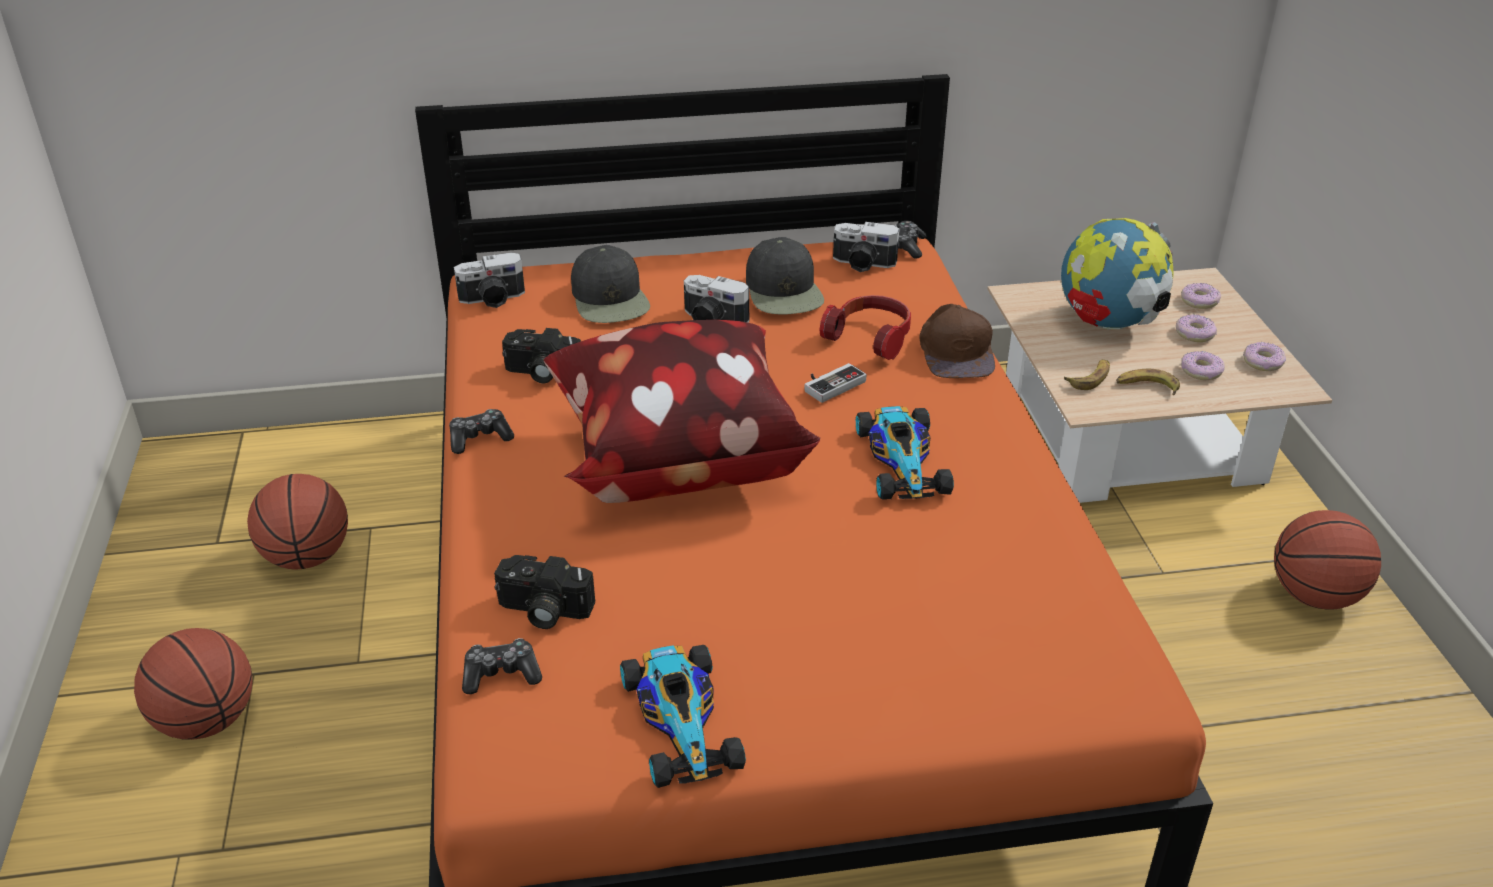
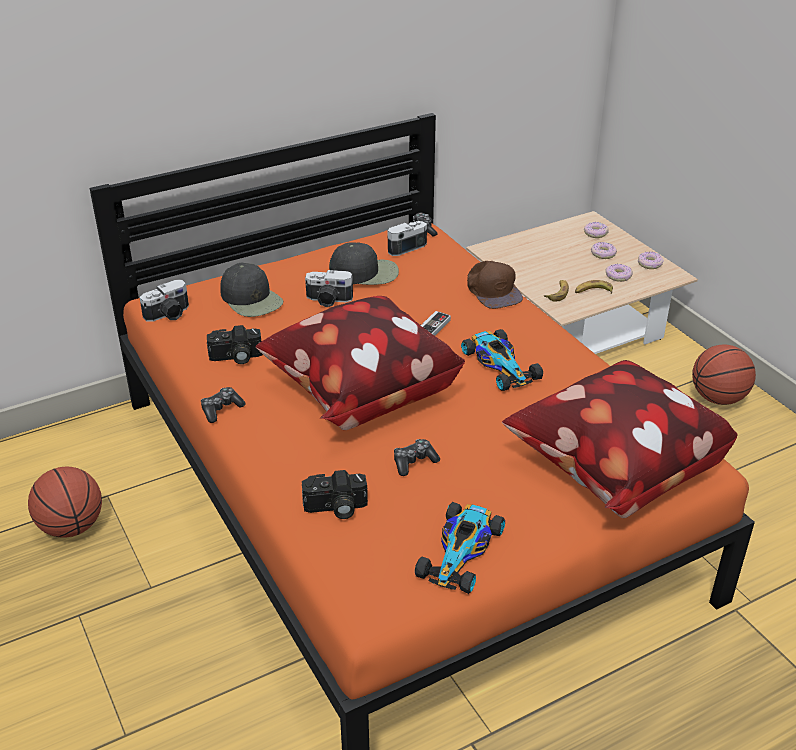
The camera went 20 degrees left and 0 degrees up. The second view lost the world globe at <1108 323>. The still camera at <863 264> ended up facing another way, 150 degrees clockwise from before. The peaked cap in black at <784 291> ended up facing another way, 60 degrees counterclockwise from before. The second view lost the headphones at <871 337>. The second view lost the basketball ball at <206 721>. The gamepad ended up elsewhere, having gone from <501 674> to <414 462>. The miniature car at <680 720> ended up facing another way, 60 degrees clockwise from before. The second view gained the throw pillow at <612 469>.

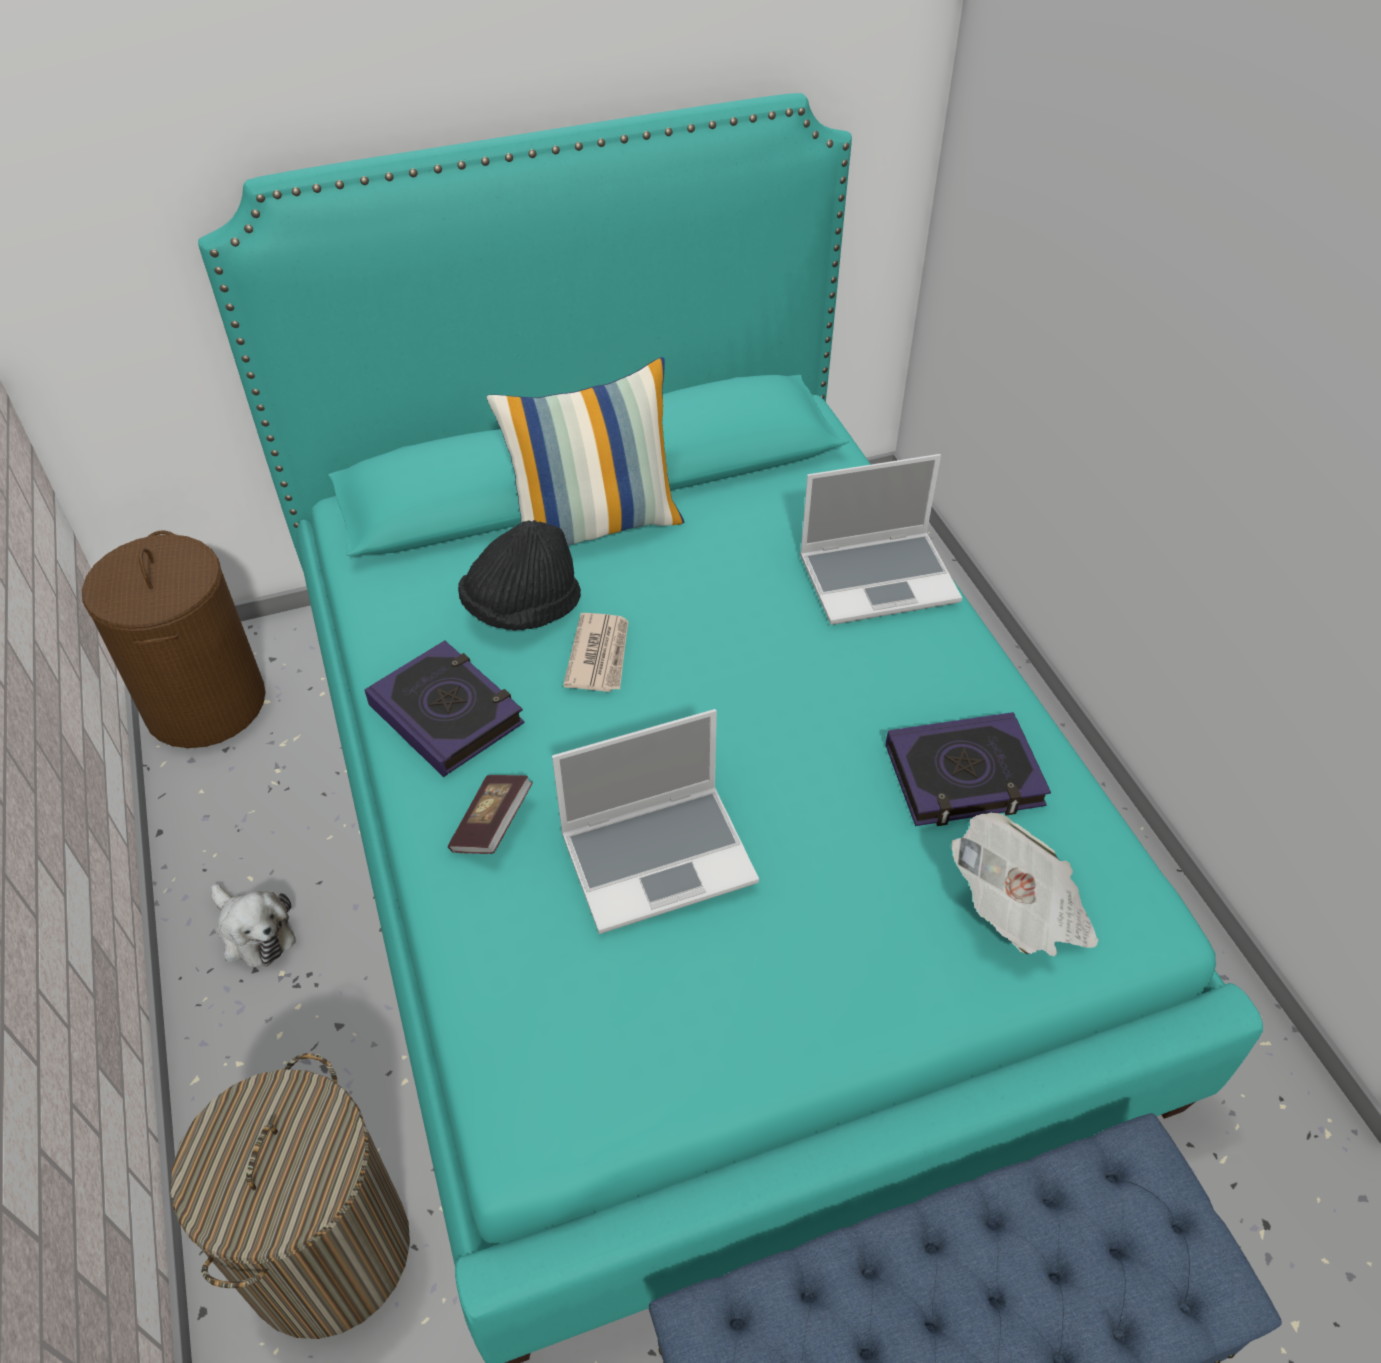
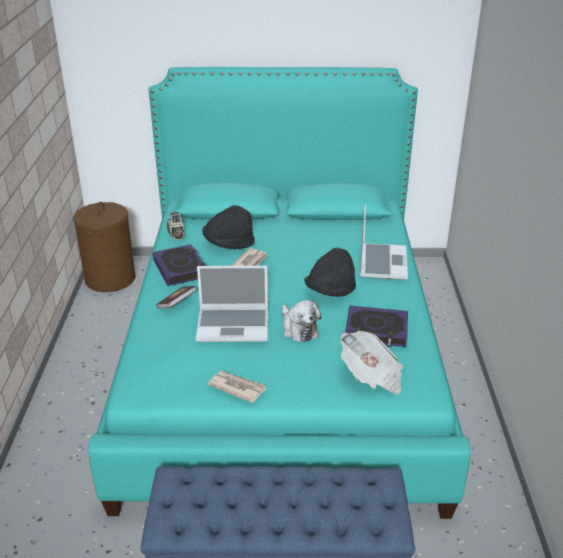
The camera went 20 degrees right and 15 degrees down. The second view lost the throw pillow at <595 525>. The portable computer at <879 578> ended up facing another way, 90 degrees counterclockwise from before. The plush toy ended up elsewhere, having gone from <253 932> to <298 329>. The second view lost the washing basket at <328 1250>. The second view gained the still camera at <176 235>. The second view gained the hat in black at <330 291>. The second view gained the printed paper at <237 387>.

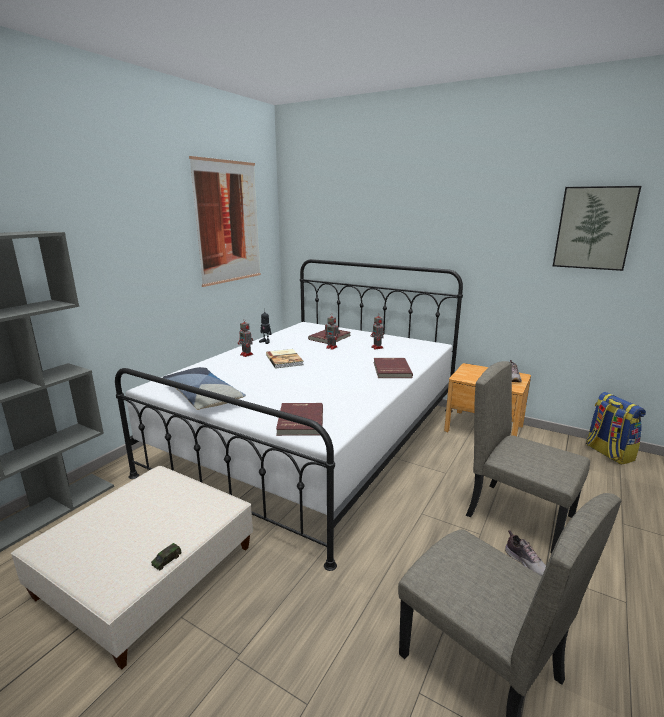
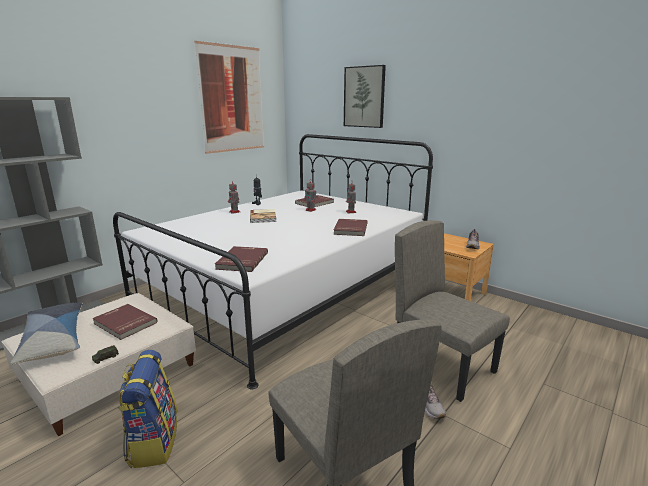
The camera went 10 degrees right and 0 degrees up. The picture ended up elsewhere, having gone from <594 228> to <364 97>. The throw pillow ended up elsewhere, having gone from <203 396> to <54 339>. The backpack ended up elsewhere, having gone from <608 453> to <153 442>. The second view gained the book in red at <124 323>.

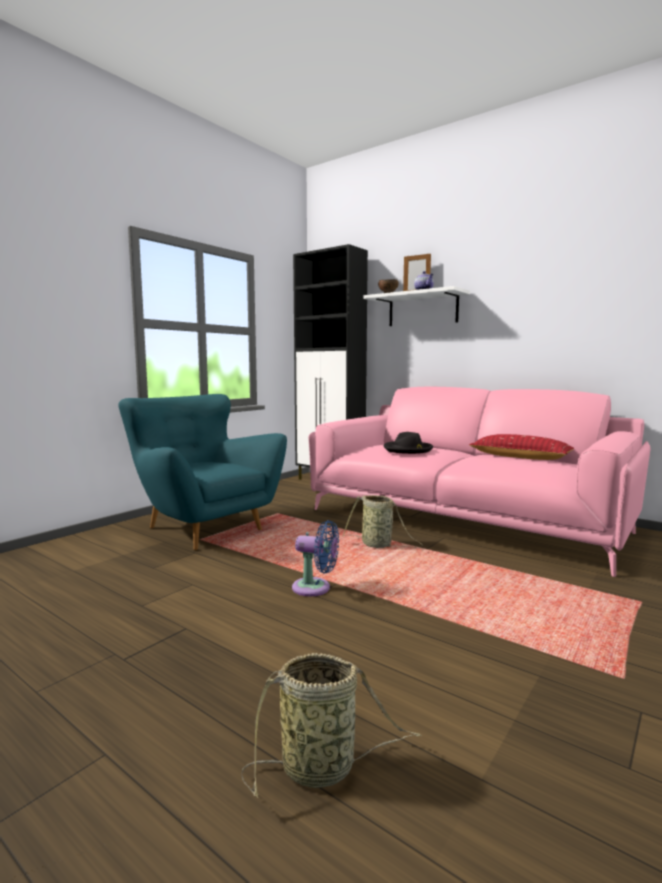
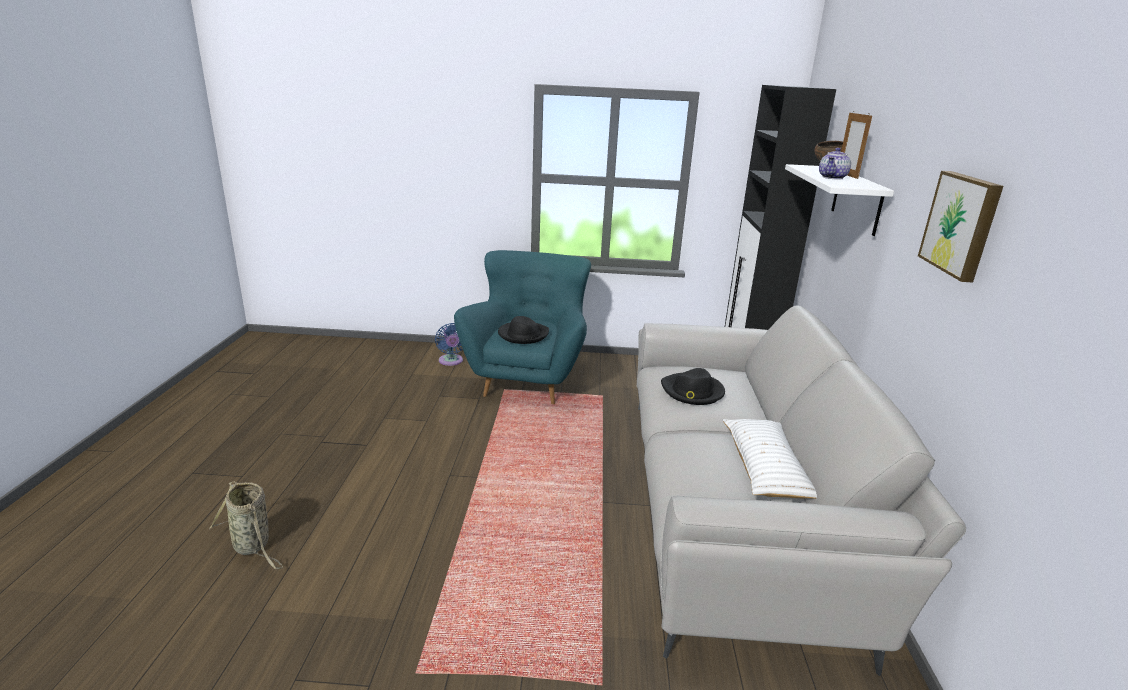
The camera went 55 degrees right and 15 degrees up. What was the sofa in pink at <465 519> turned into the sofa in grey at <734 506>. What was the throw pillow in red at <520 457> turned into the throw pillow in white-coloured at <765 468>. The second view lost the basket at <378 545>. The fan in blue ended up elsewhere, having gone from <315 588> to <451 361>. The second view gained the picture at <962 224>. The second view gained the hat in black at <523 335>.

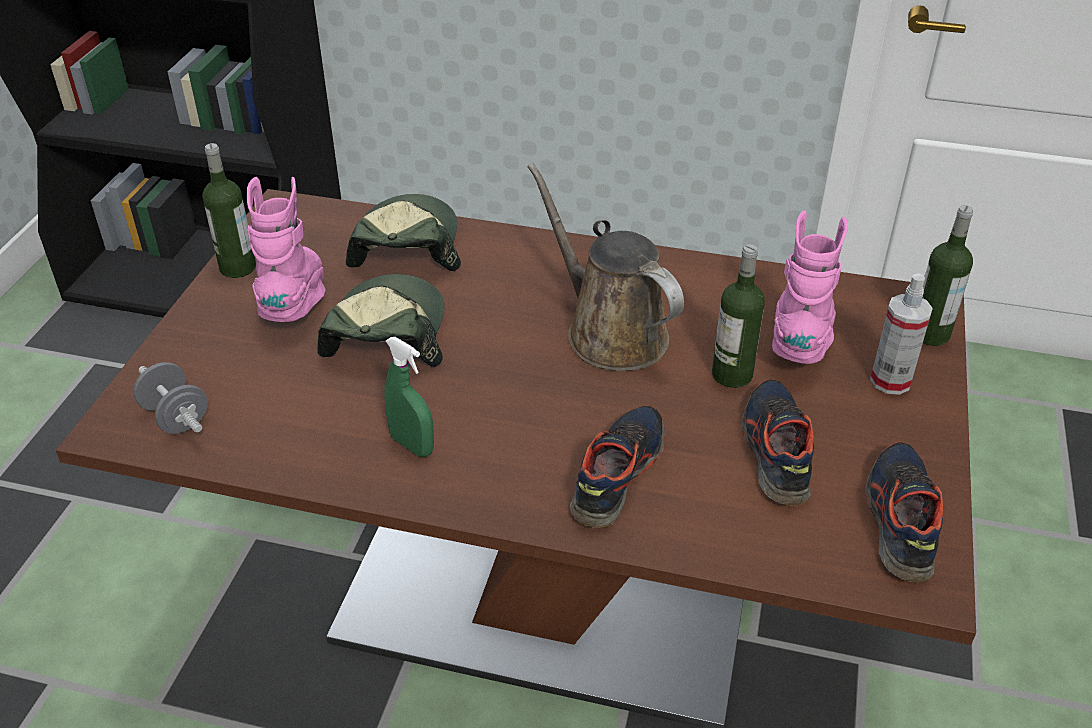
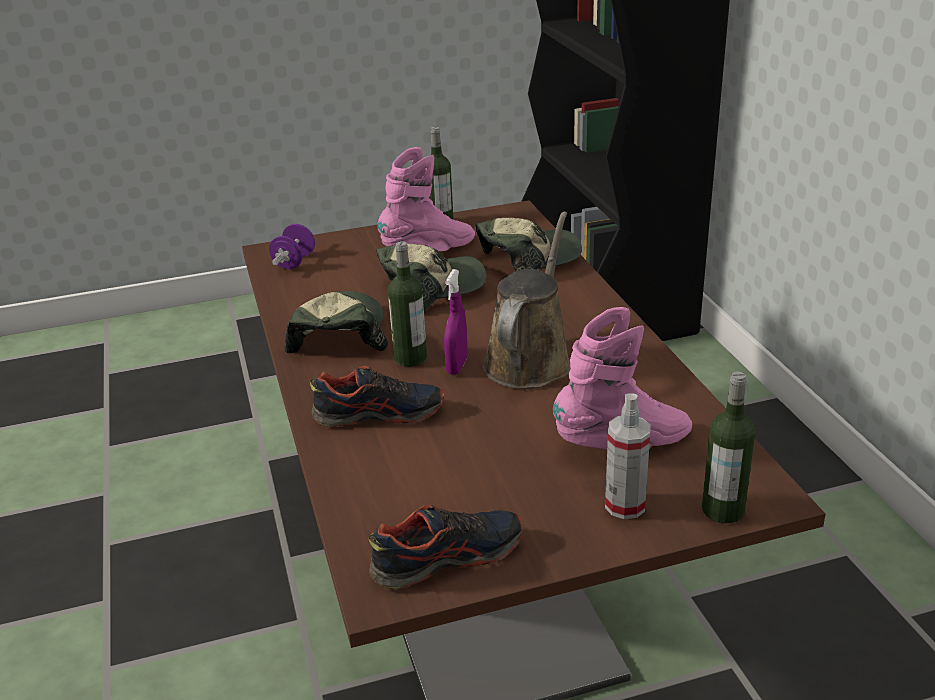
The camera went 60 degrees right and 10 degrees down. The beverage bottle ended up elsewhere, having gone from <732 375> to <410 358>. Where the sprayer in green stood at <412 445>, the peaked cap came to stand at <337 334>. What was the hand weight in grey at <176 417> turned into the hand weight in purple-coloured at <294 262>. The second view lost the low shoe at <775 451>. The second view gained the sprayer in purple-coloured at <457 366>.

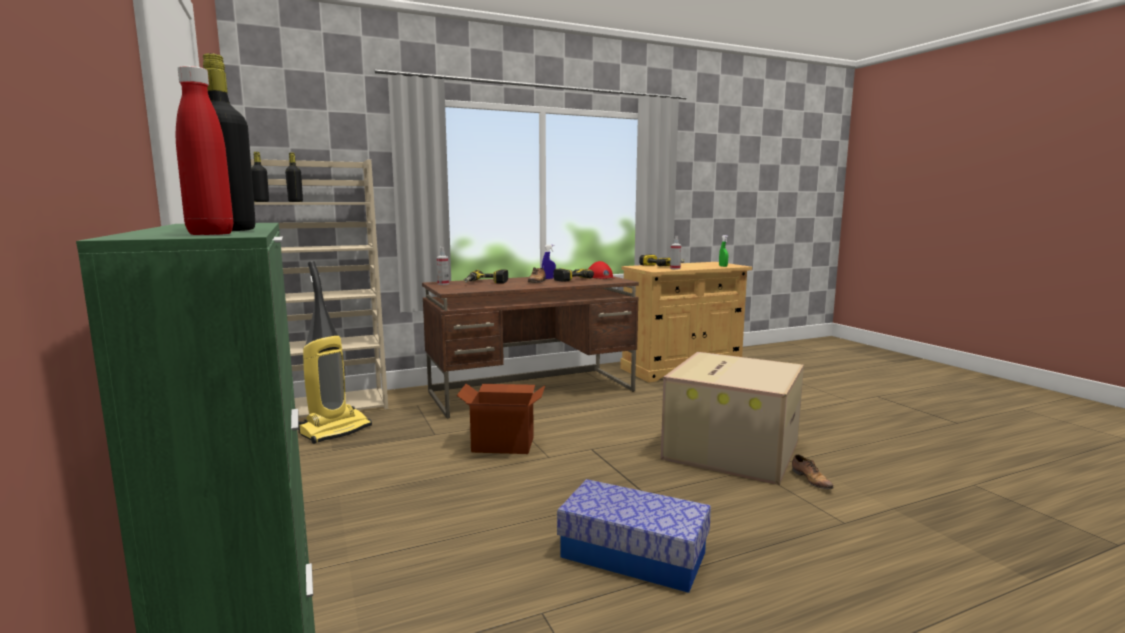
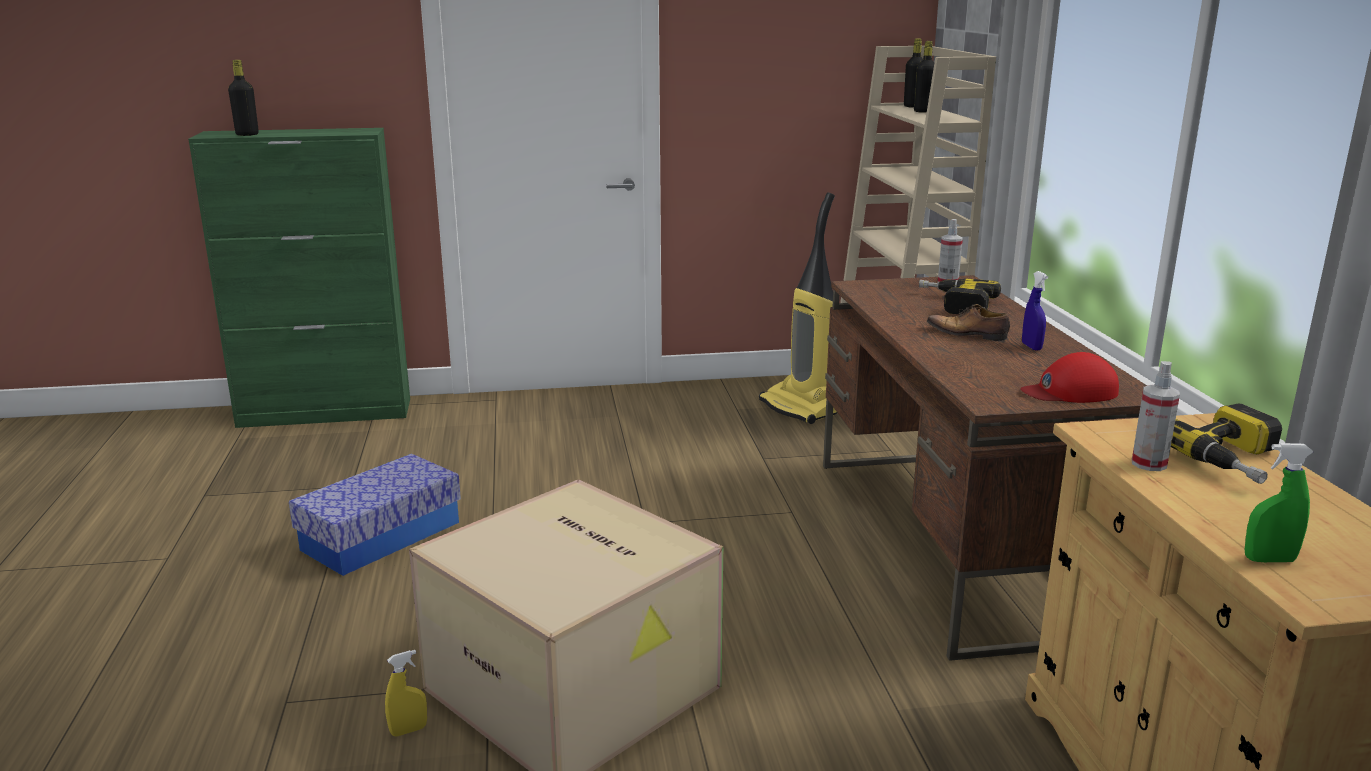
The camera went 105 degrees right and 10 degrees up. The second view lost the beverage bottle in red at <210 234>. The second view lost the power drill at <569 279>. The second view lost the packing box at <503 444>. Where the low shoe stood at <811 480>, the sprayer in yellow came to stand at <408 730>.

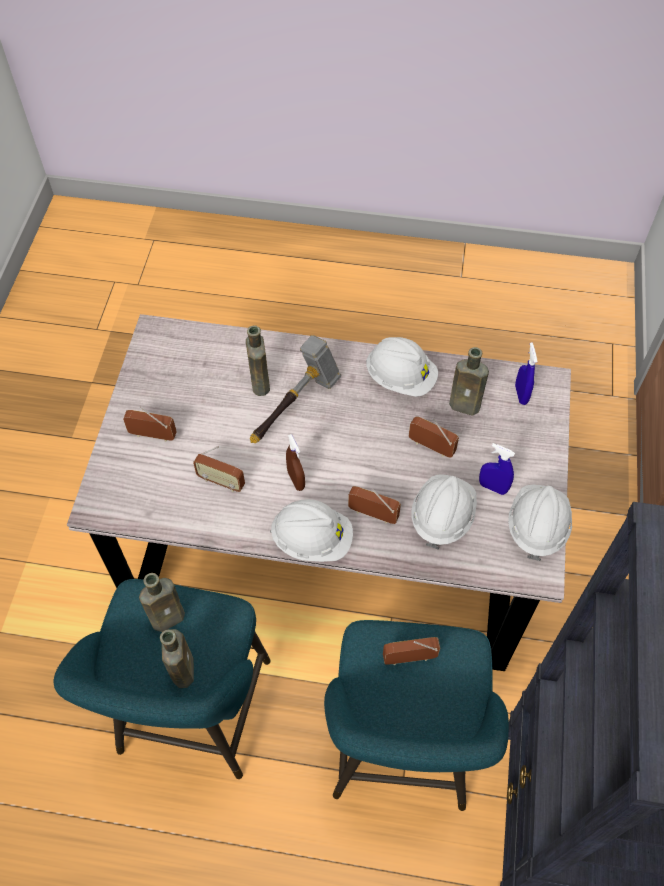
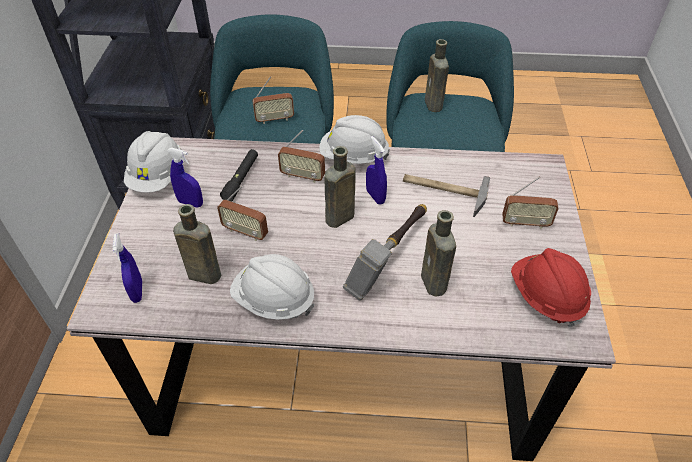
The camera went 175 degrees right and 10 degrees down. What was the sprayer in brownish at <296 480> turned into the sprayer in blue at <375 196>. Where the radio receiver stood at <221 482>, the hand hammer came to stand at <444 191>. Where the work helmet in white-coloured stood at <442 516>, the torch in black came to stand at <241 179>. The beverage bottle in brownish ended up elsewhere, having gone from <170 617> to <338 219>. The second view gained the work helmet in red at <546 297>.

